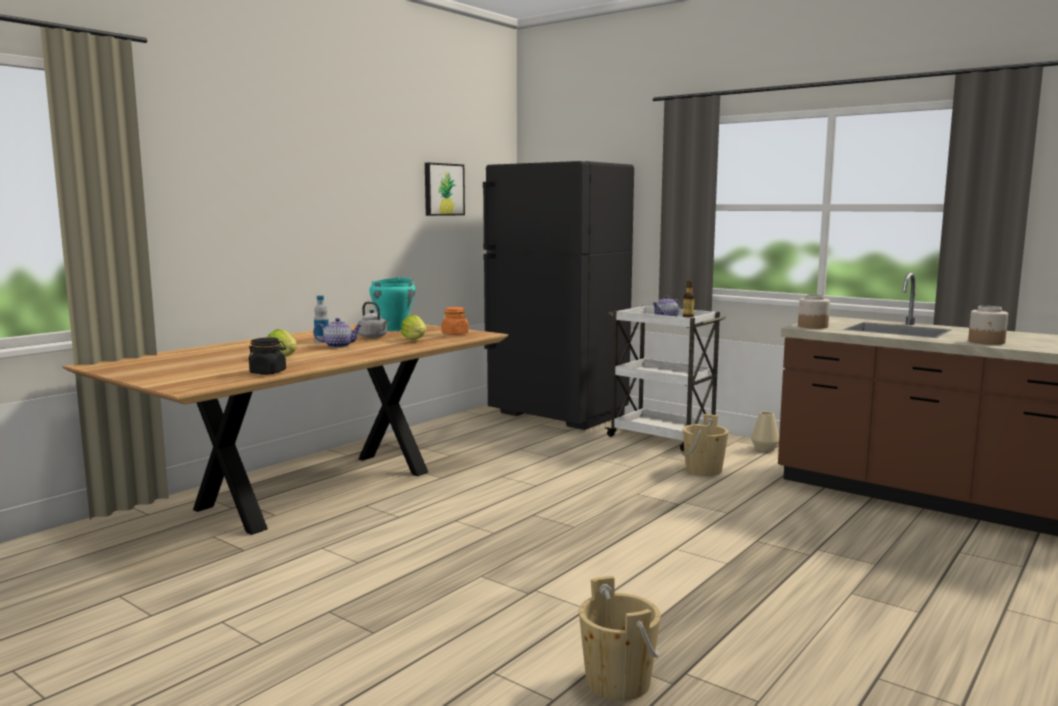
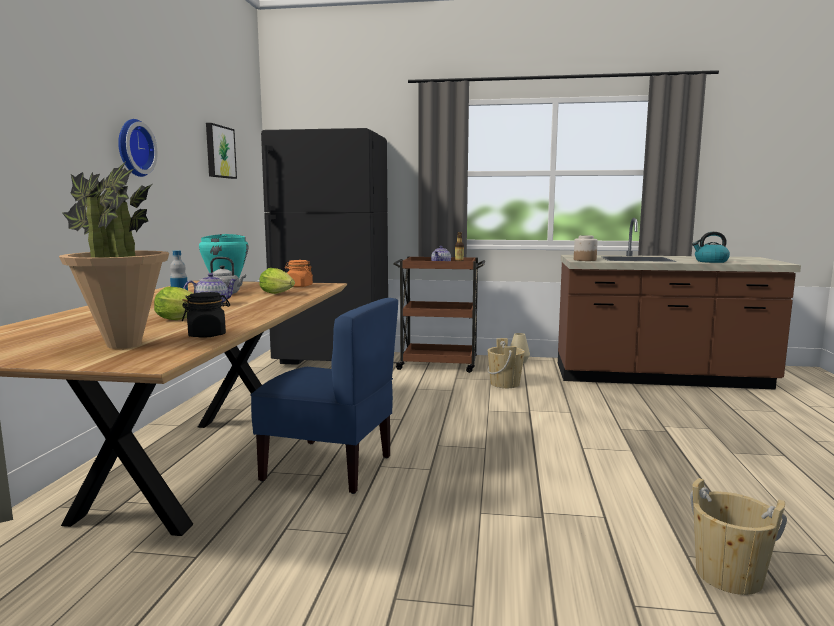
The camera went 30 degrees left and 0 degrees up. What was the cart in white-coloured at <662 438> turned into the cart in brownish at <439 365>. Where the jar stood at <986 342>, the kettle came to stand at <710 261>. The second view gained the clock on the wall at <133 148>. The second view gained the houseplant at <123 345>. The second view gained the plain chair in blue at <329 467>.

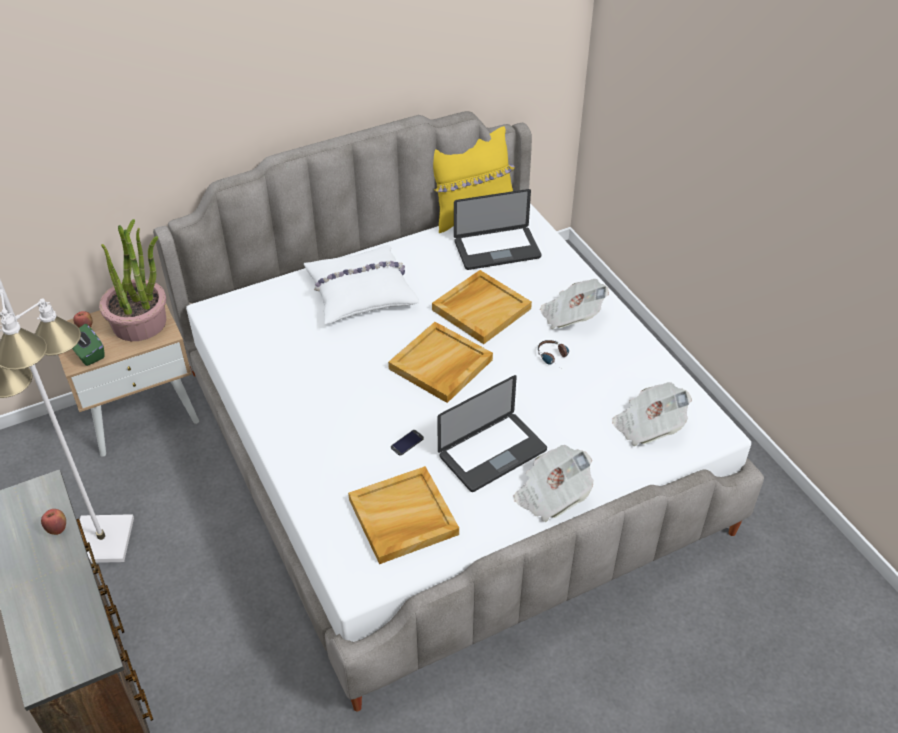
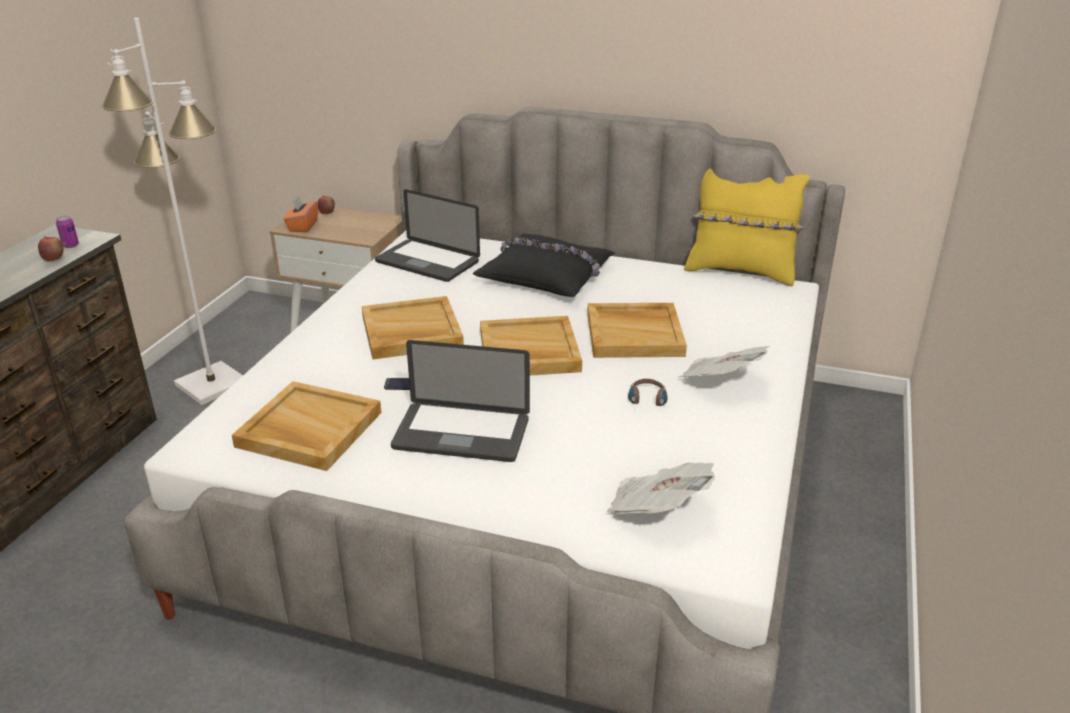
The camera went 45 degrees right and 15 degrees down. The portable computer ended up elsewhere, having gone from <497 249> to <427 262>. The second view lost the houseplant at <140 322>. What was the throw pillow in white-coloured at <361 292> turned into the throw pillow in black at <547 276>. What was the tissue box in green at <88 354> turned into the tissue box in orange-coloured at <302 226>. The second view lost the printed paper at <551 495>. The second view gained the can at <70 245>. The second view gained the serving tray in sand-coloured at <411 332>.

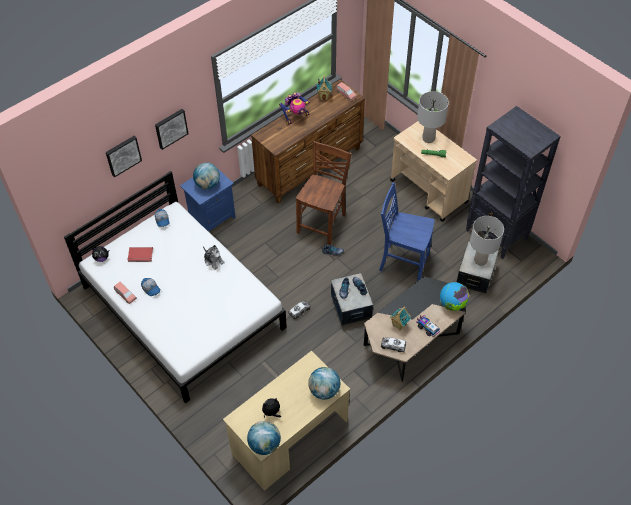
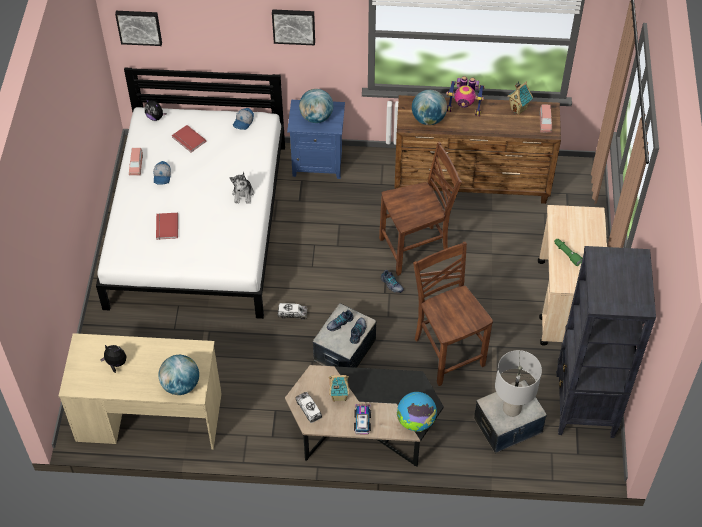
The camera went 45 degrees right and 0 degrees up. The second view lost the lamp for a table in grey at <428 138>. The picture ended up elsewhere, having gone from <123 155> to <139 26>. What was the plain chair in blue at <402 263> turned into the plain chair in brownish at <447 351>. The world globe ended up elsewhere, having gone from <264 444> to <428 119>. The second view gained the book in red at <166 227>.

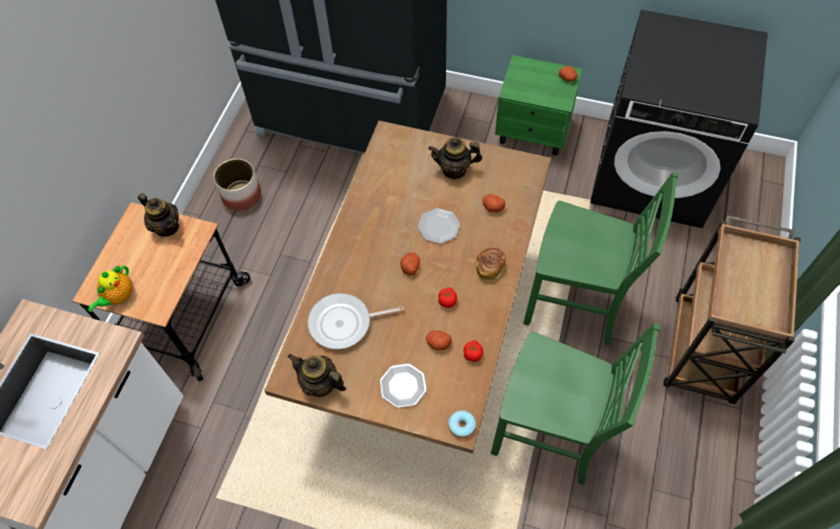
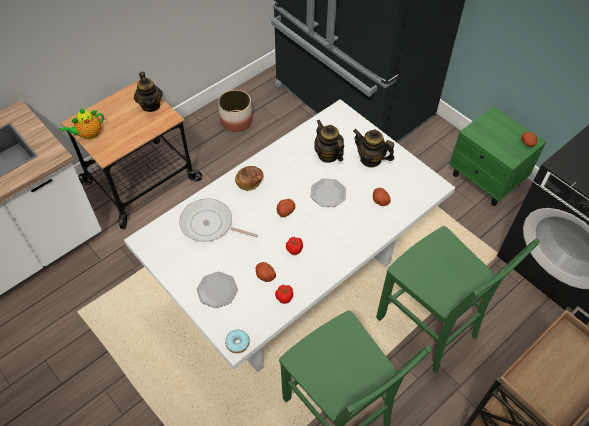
The camera went 30 degrees right and 5 degrees down. What was the dinner table in brownish at <423 335> turned into the dinner table in white-coloured at <294 283>. The bread ended up elsewhere, having gone from <490 267> to <250 182>. The pot for tea ended up elsewhere, having gone from <320 384> to <328 155>.

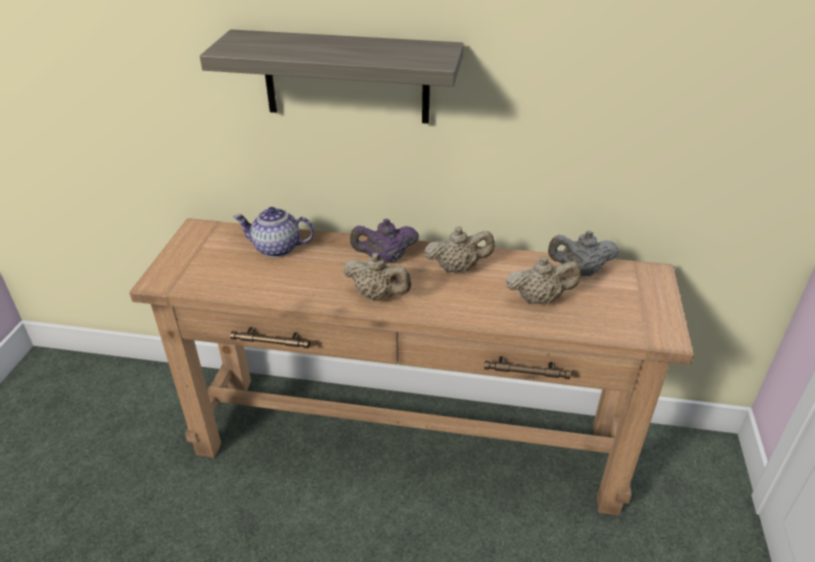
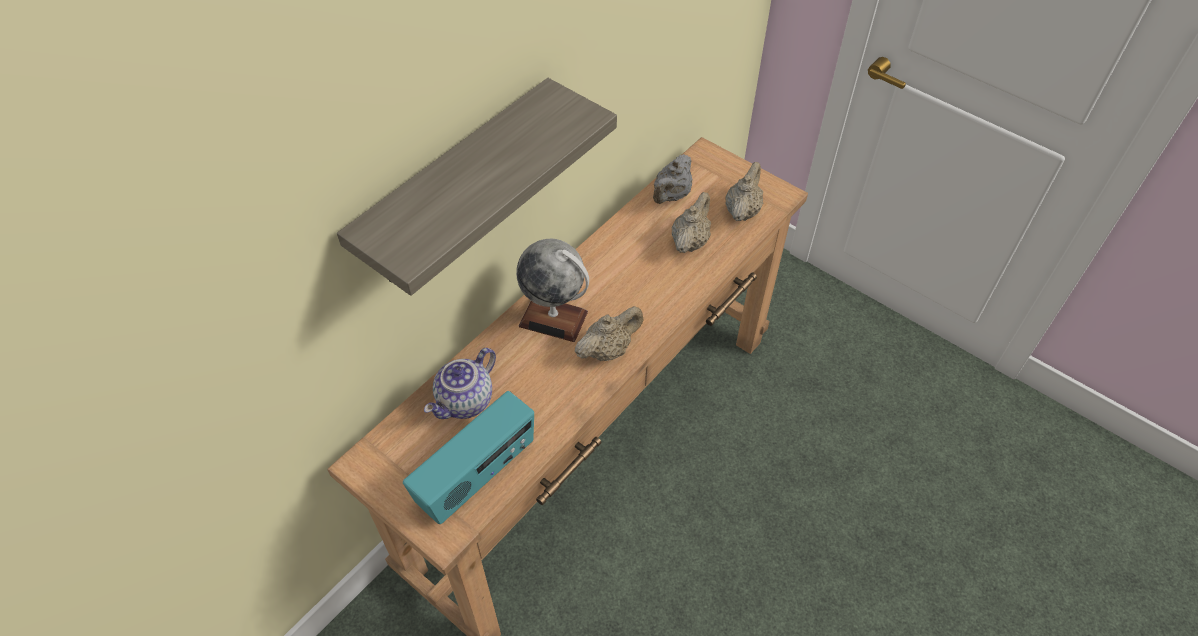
The camera went 60 degrees left and 15 degrees up. Where the pot for tea in purple-coloured stood at <385 259>, the world globe came to stand at <553 319>. The pot for tea in sand-coloured ended up elsewhere, having gone from <458 268> to <742 211>. The second view gained the radio receiver at <477 476>.

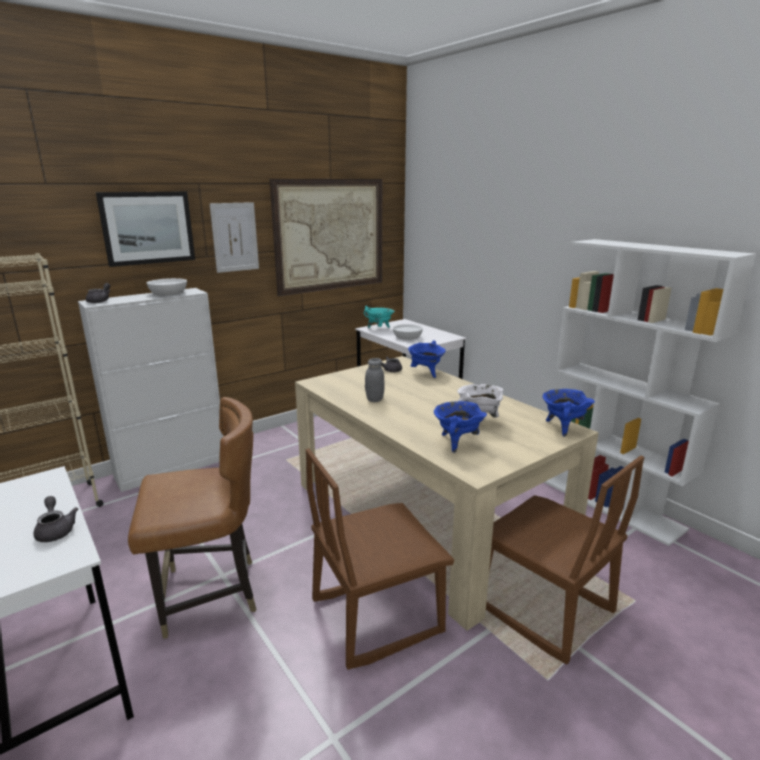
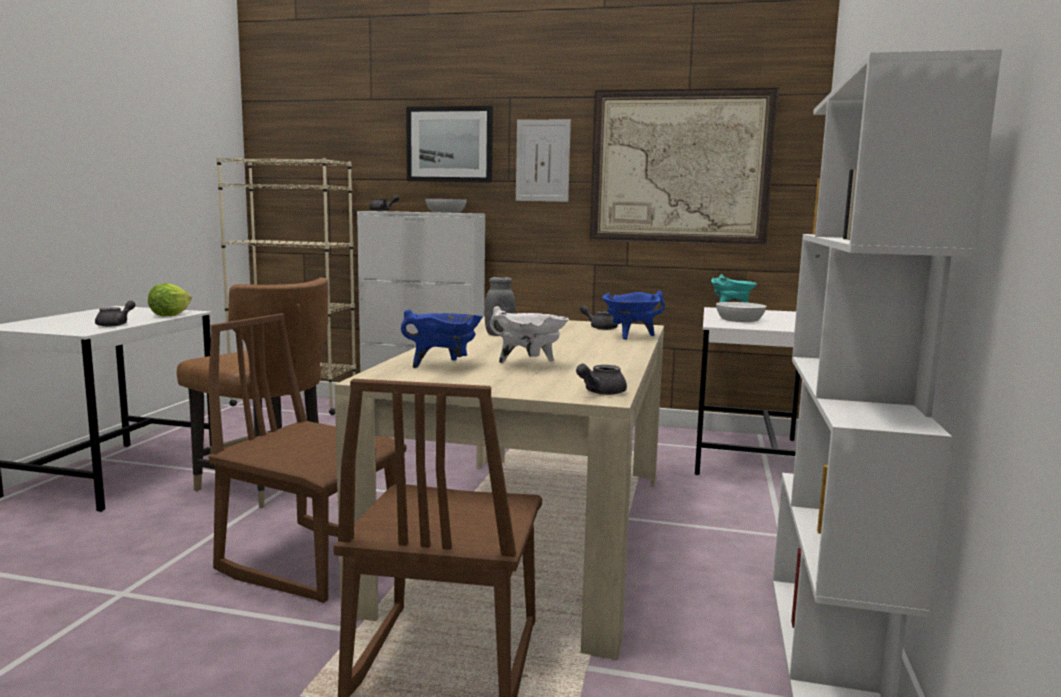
The camera went 50 degrees right and 10 degrees down. Where the stockpot in blue stood at <563 427>, the pot for tea in grey came to stand at <599 392>. The second view gained the lettuce head at <171 315>.

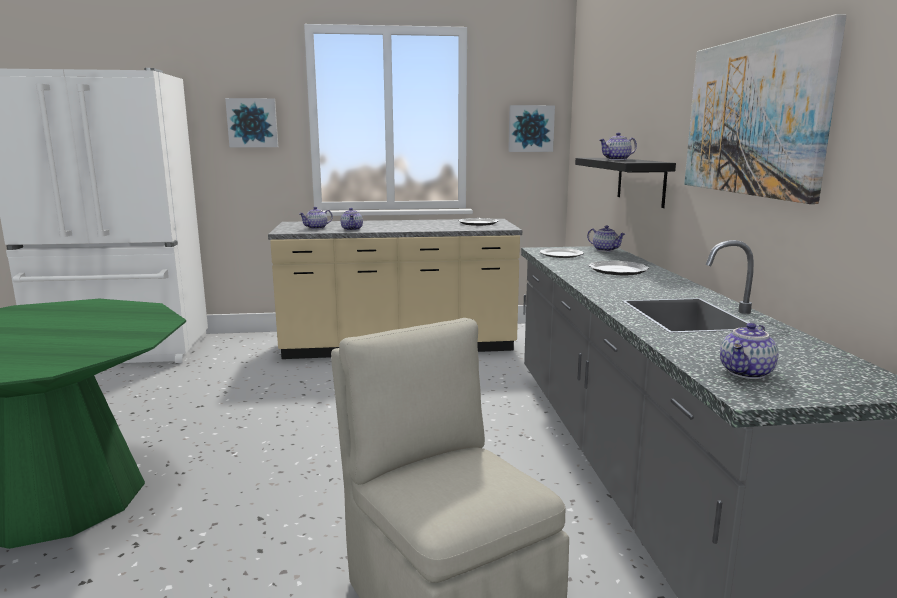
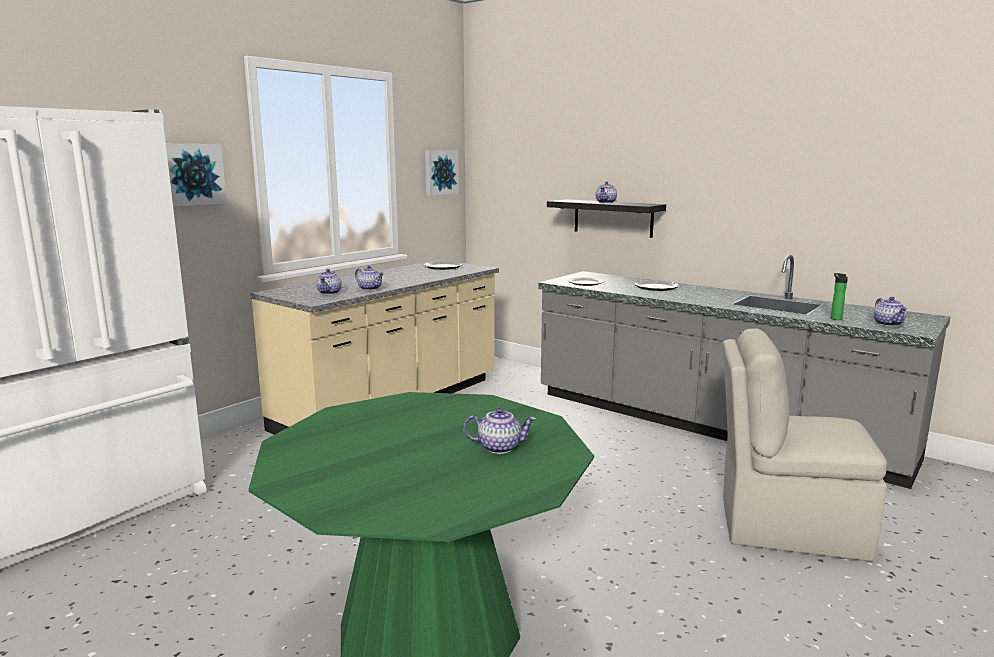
The camera went 45 degrees left and 0 degrees up. The second view lost the picture at <753 116>. The pot for tea ended up elsewhere, having gone from <605 250> to <500 447>. The second view gained the beverage bottle at <835 318>.

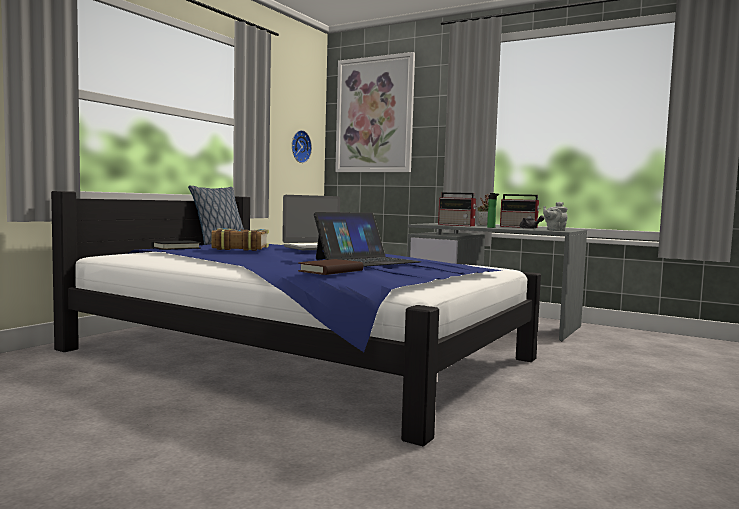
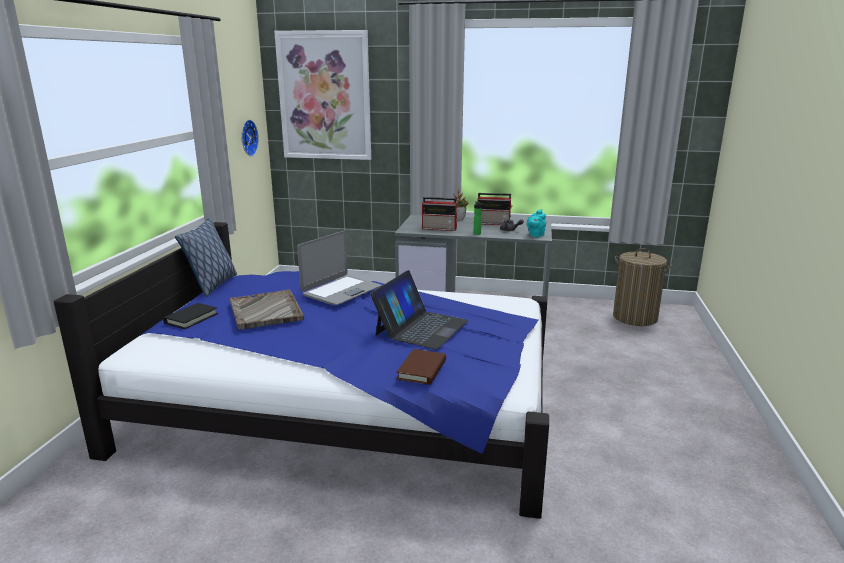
The camera went 20 degrees left and 15 degrees up. What was the pot for tea in grey at <554 230> turned into the pot for tea in turquoise-coloured at <535 235>. Where the book stood at <239 248>, the serving tray in grey came to stand at <266 311>. The second view gained the washing basket at <635 317>.

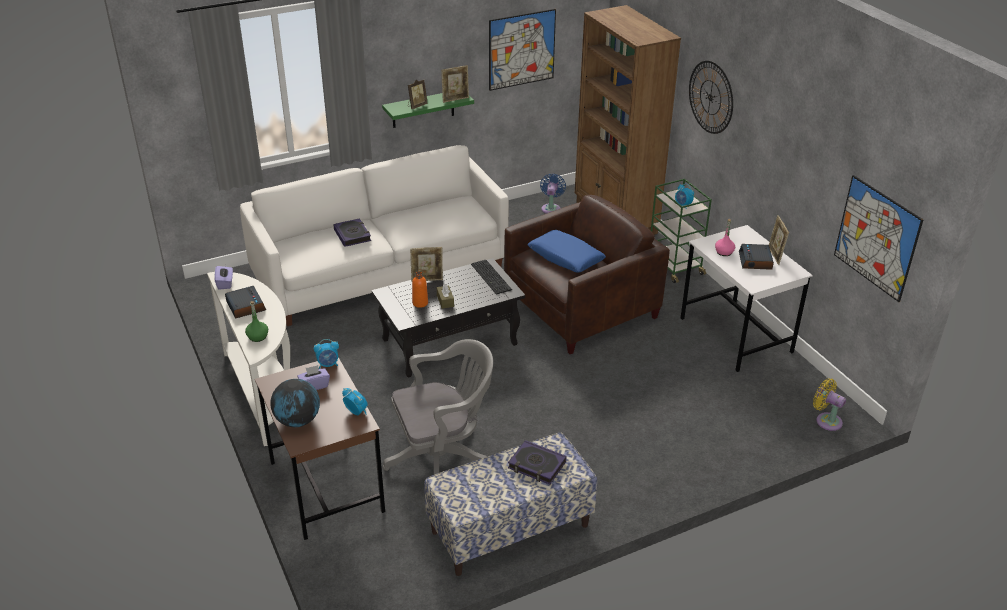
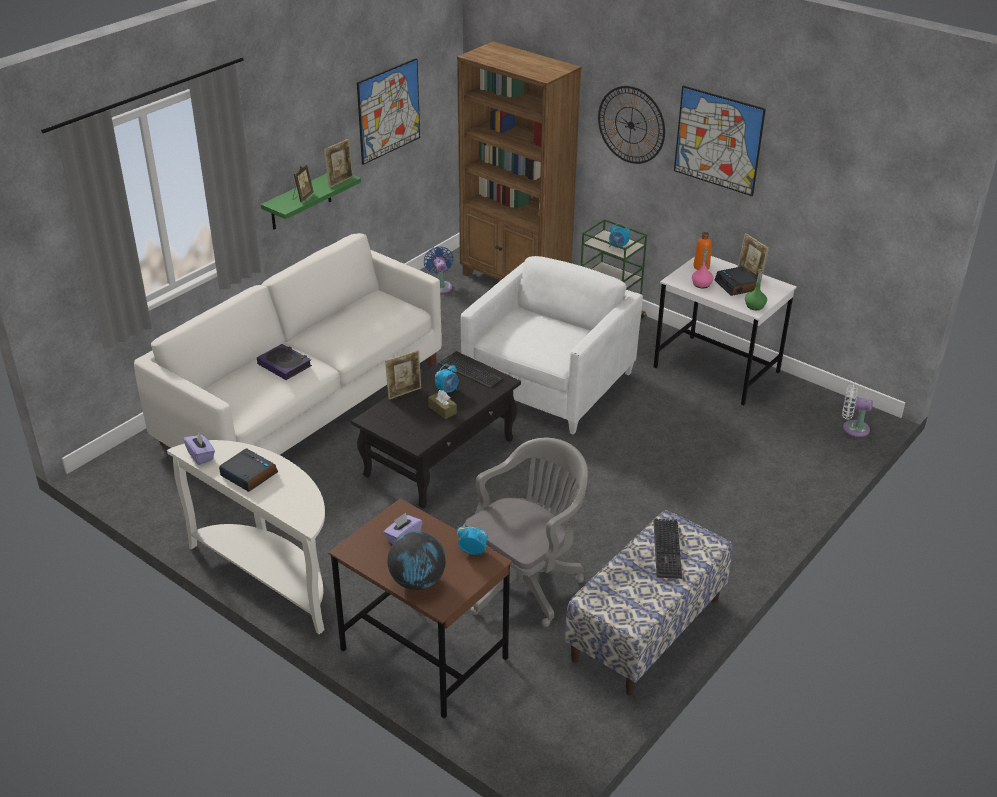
The camera went 25 degrees left and 0 degrees up. The picture ended up elsewhere, having gone from <876 238> to <718 140>. What was the lounge chair in brownish at <581 308> turned into the lounge chair in white-coloured at <549 384>. The second view lost the throw pillow in blue at <565 258>. The beverage bottle in orange-coloured ended up elsewhere, having gone from <420 303> to <701 267>. The beverage bottle in green ended up elsewhere, having gone from <257 336> to <754 306>. The alarm clock ended up elsewhere, having gone from <328 364> to <447 391>. What was the fan in yellow at <826 420> turned into the fan in white-coloured at <852 428>. Where the book stood at <537 465>, the keyboard came to stand at <668 550>.

